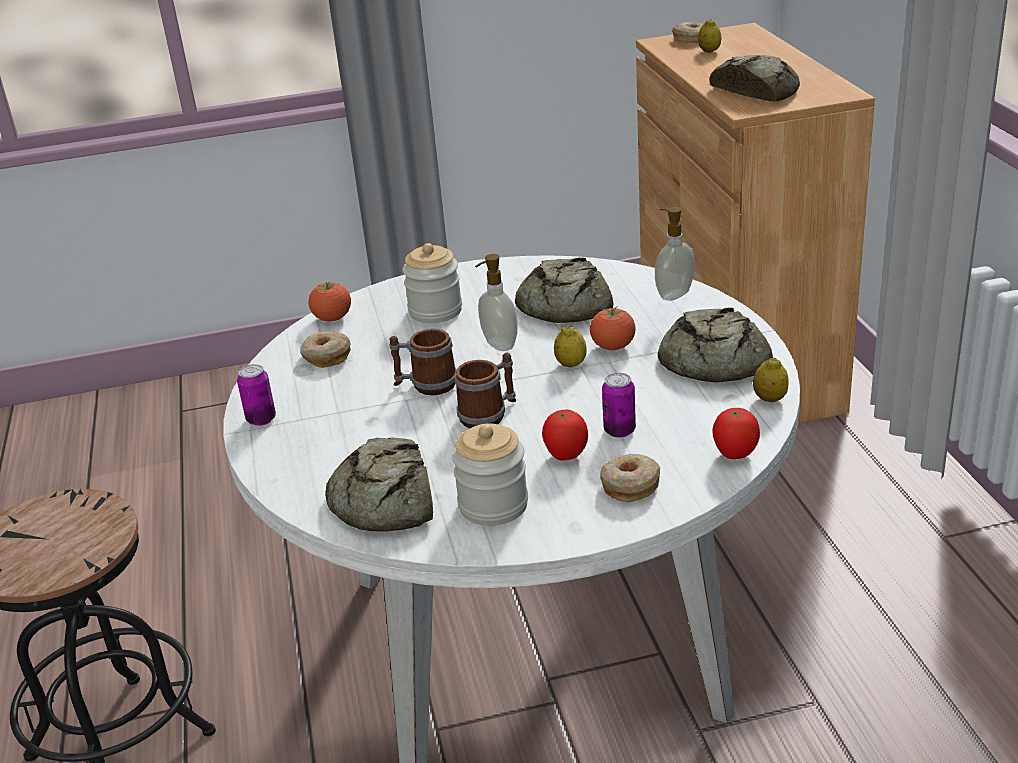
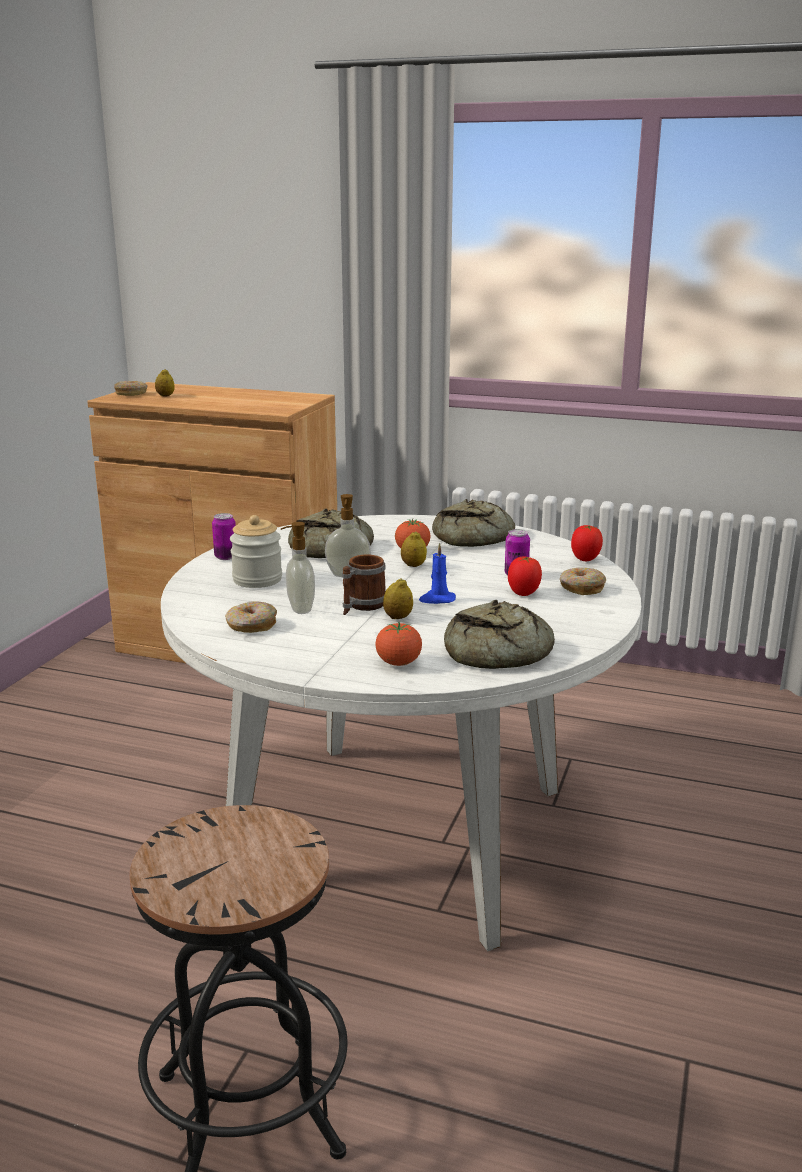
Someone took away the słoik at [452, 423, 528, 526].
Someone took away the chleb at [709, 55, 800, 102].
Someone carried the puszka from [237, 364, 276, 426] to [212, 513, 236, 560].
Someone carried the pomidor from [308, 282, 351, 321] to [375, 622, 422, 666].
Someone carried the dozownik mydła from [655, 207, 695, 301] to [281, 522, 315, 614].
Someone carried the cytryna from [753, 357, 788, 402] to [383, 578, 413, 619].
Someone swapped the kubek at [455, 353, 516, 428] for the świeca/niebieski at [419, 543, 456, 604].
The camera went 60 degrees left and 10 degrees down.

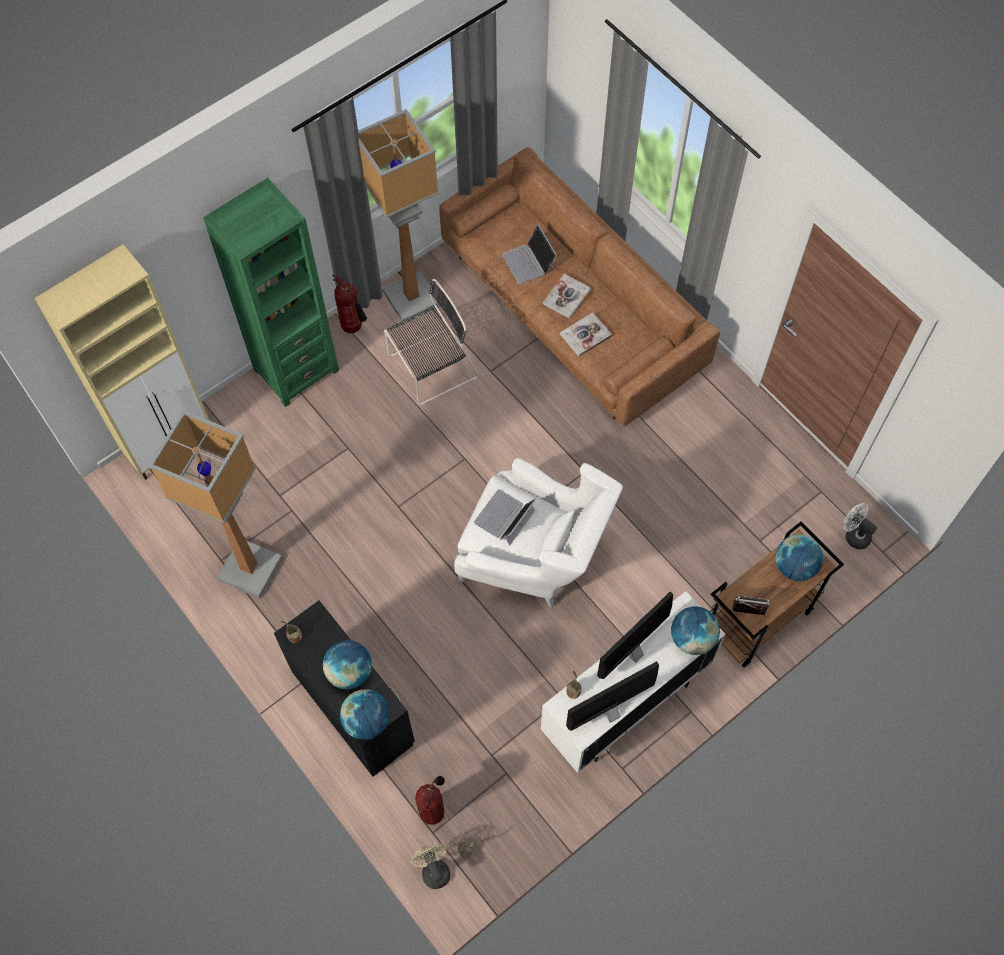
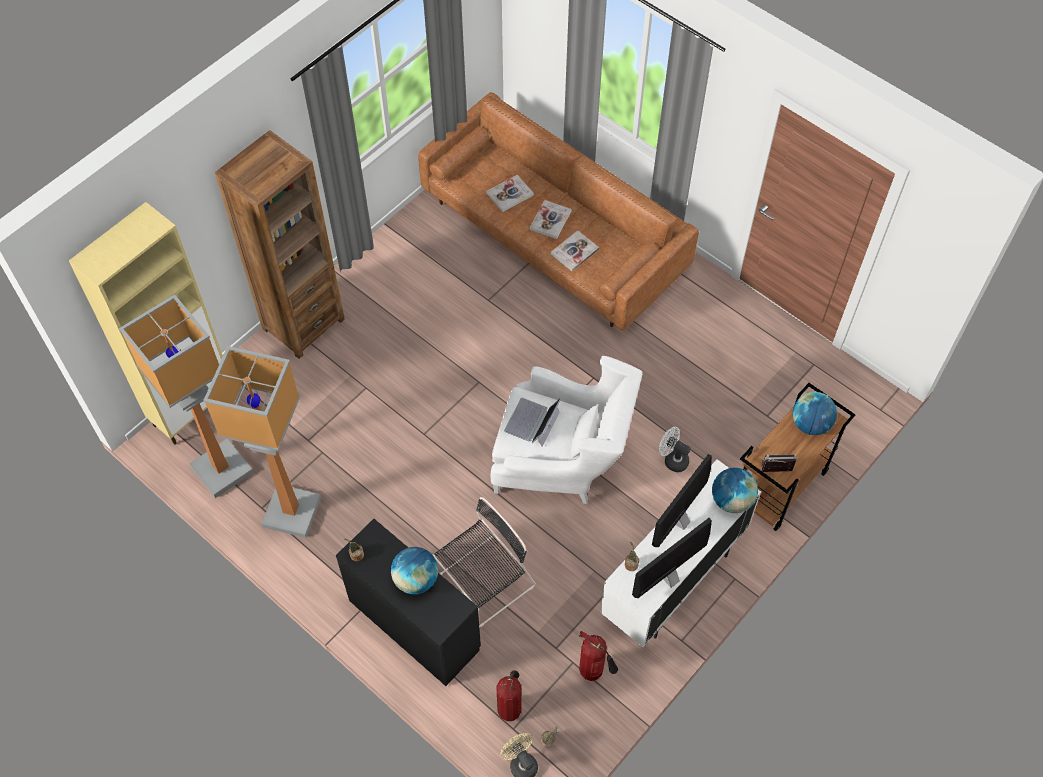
Someone took away the globus at [340, 689, 390, 740].
Someone carried the gaśnica from [332, 274, 367, 333] to [579, 631, 618, 681].
Someone carried the lampa stojąca from [358, 109, 440, 321] to [119, 295, 253, 498].
Someone carried the krzesło/czarny from [384, 279, 479, 405] to [432, 497, 536, 627].
Someone carried the wentylator/biały from [843, 503, 877, 550] to [659, 427, 691, 472].
Someone swapped the laptop at [502, 224, 557, 284] for the książka at [486, 175, 534, 212].
Someone repainted the regał/zielony at [203, 178, 339, 407], which became the regał/brązowy at [215, 130, 345, 359].
The camera went 10 degrees left and 5 degrees down.

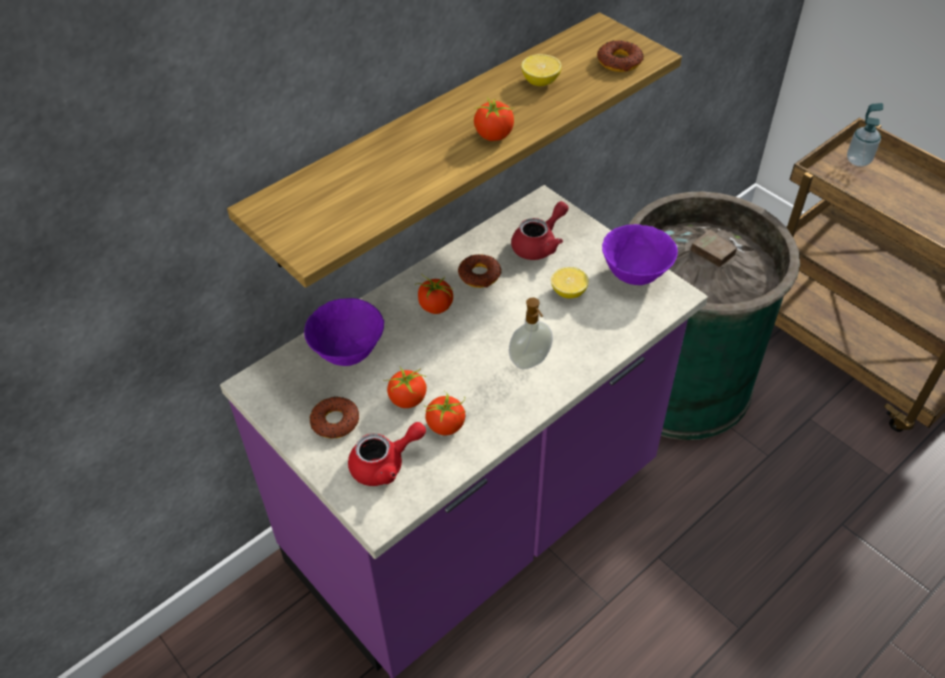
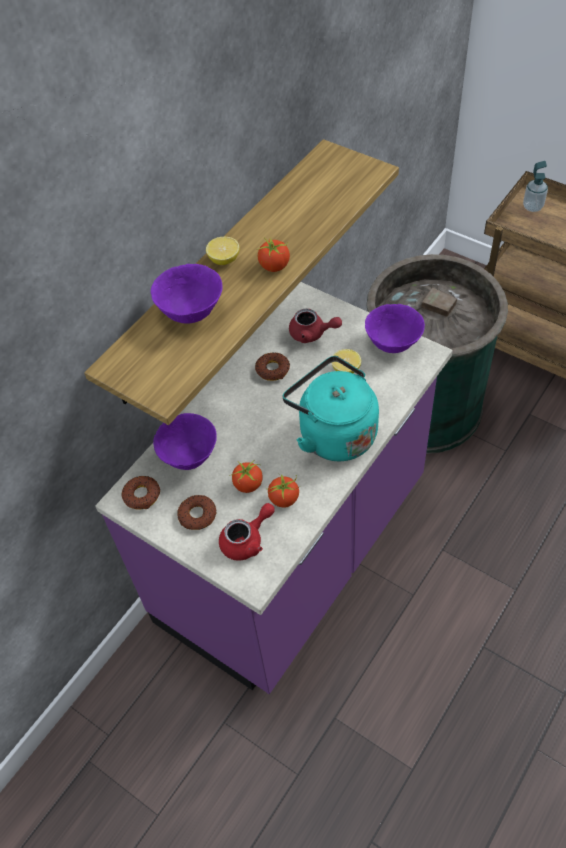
Someone took away the pomidor at [415, 274, 453, 314].
Someone put down the miska/fioletowy at [151, 264, 223, 323].
Someone carried the cytryna from [521, 54, 562, 86] to [206, 237, 240, 265].
Someone carried the donut from [597, 40, 644, 72] to [122, 476, 160, 509].
Someone swapped the dozownik mydła at [509, 297, 553, 369] for the czajnik/turkusowy at [283, 356, 379, 461].
Someone rotated the imbryk/czerwony at [511, 201, 569, 260] by 75 degrees clockwise.
The camera went 10 degrees left and 5 degrees up.

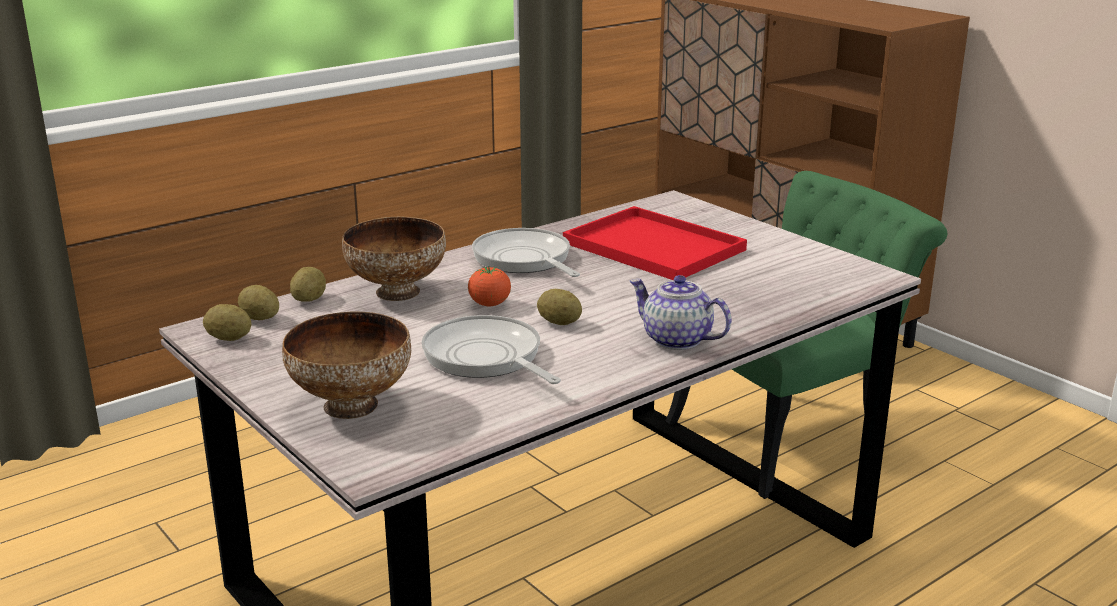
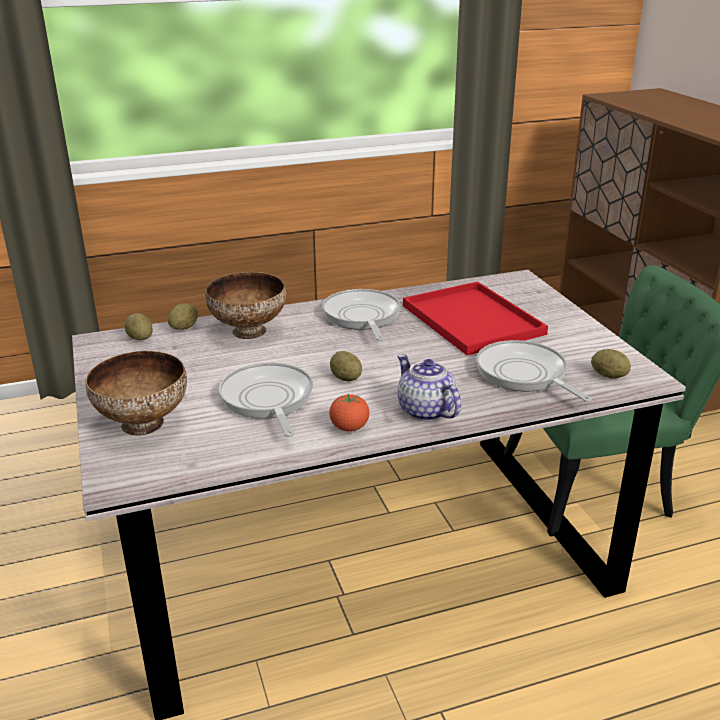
Someone put down the patelnia at [476, 340, 592, 402].
Someone carried the ziemniak from [203, 304, 251, 341] to [591, 349, 631, 379].
Someone carried the pomidor from [468, 266, 511, 306] to [329, 393, 369, 432].
The camera went 20 degrees right and 5 degrees up.

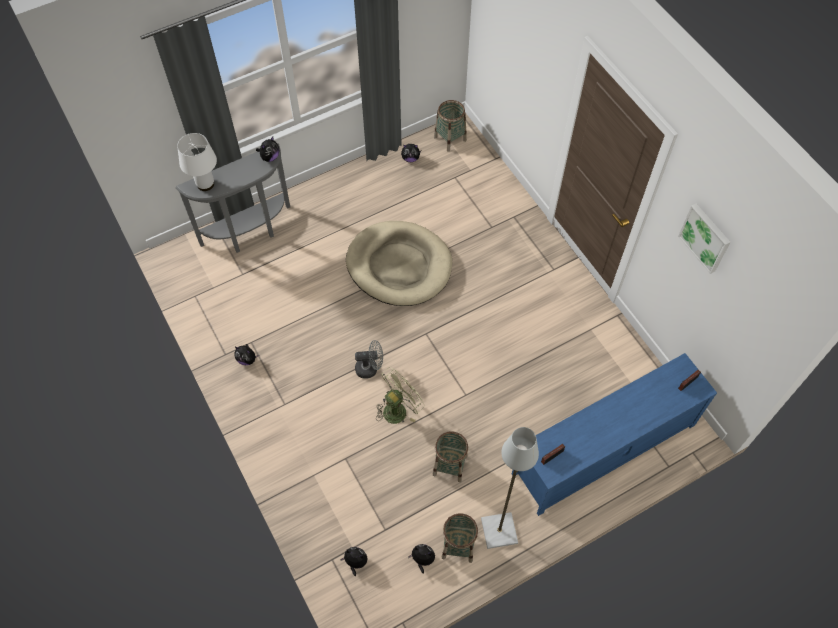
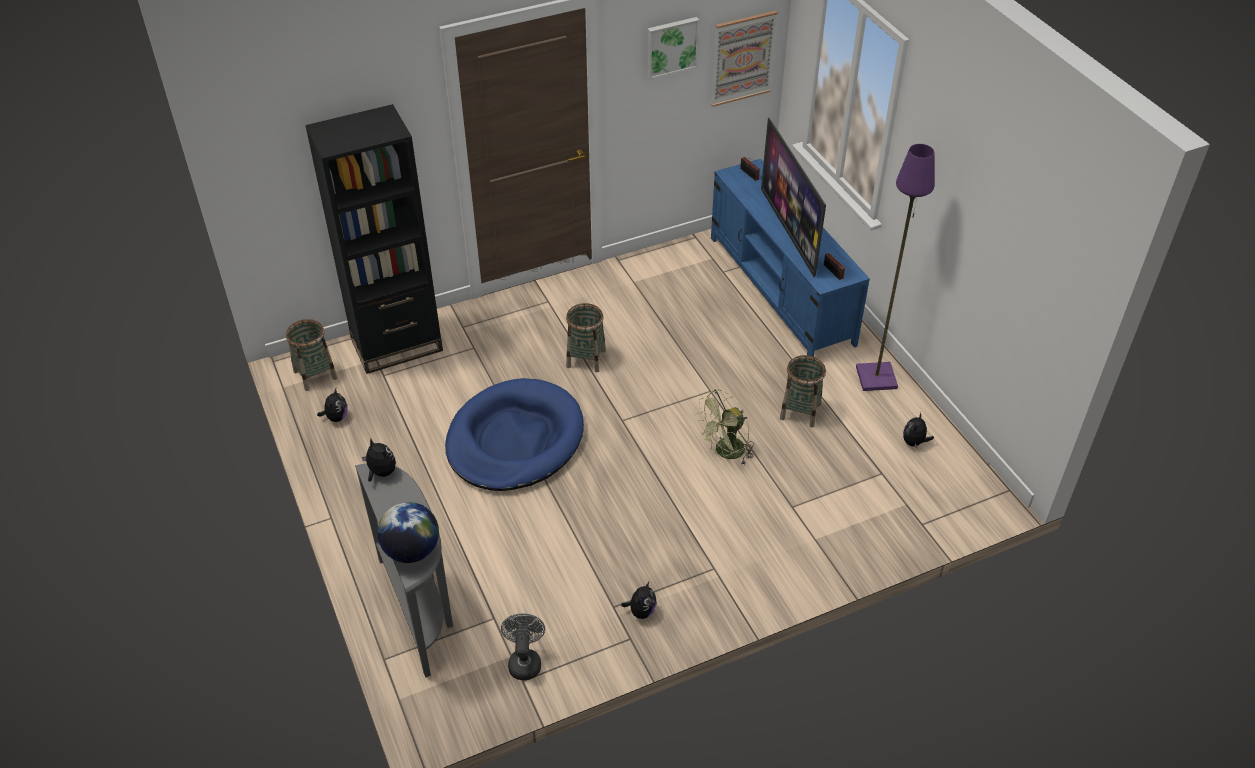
Someone took away the pluszak at [340, 547, 368, 576].
Someone put down the regał/czarny at [305, 104, 443, 374].
Someone put up the obraz at [711, 10, 778, 107].
Someone put down the telewizor at [761, 118, 826, 277].
Someone carried the wentylator/szary from [355, 340, 383, 379] to [501, 613, 545, 680].
Someone carried the koszyk from [442, 513, 478, 563] to [566, 303, 606, 372].
Someone swapped the lampa stołowa/biały at [177, 133, 217, 191] for the globus at [377, 502, 439, 563].
Someone repainted the legowisko/beżowy at [346, 221, 452, 306], which became the legowisko/niebieski at [445, 378, 584, 491].
Someone repainted the lampa stojąca/szary at [481, 427, 539, 549], which became the lampa stojąca/fioletowy at [856, 144, 935, 391].
Someone rotated the wentylator/zielony at [376, 368, 425, 424] by 90 degrees counterclockwise.
The camera went 85 degrees left and 15 degrees down.

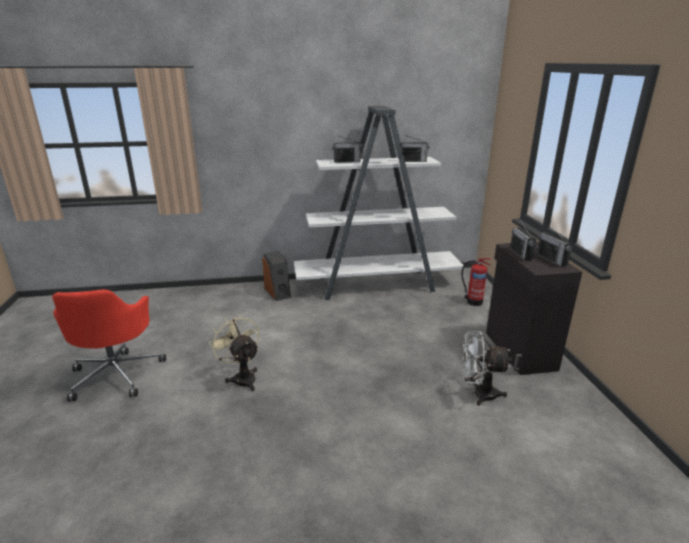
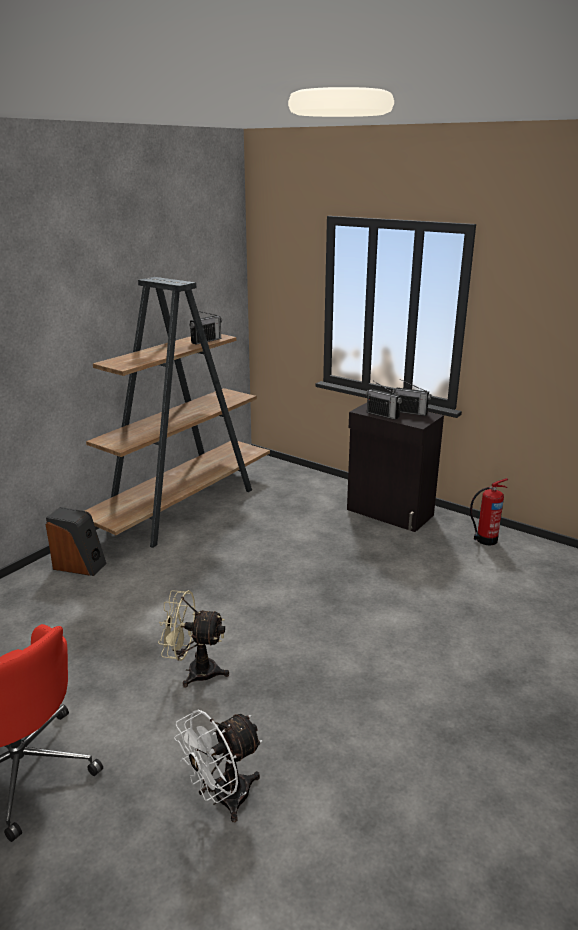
Someone took away the radio at [332, 135, 362, 163].
Someone carried the gaśnica from [461, 258, 491, 306] to [470, 478, 508, 545].
Someone carried the wentylator/biały from [462, 331, 512, 406] to [174, 709, 263, 822].
Someone repainted the regał/biały at [294, 106, 463, 300], which became the regał/brązowy at [85, 277, 270, 548].
The camera went 45 degrees left and 0 degrees up.

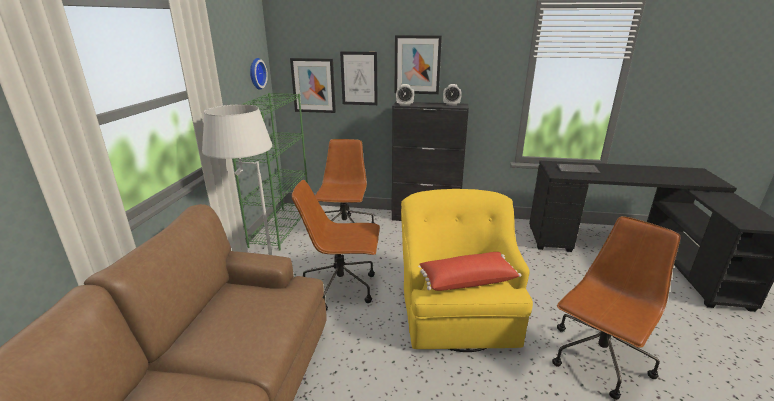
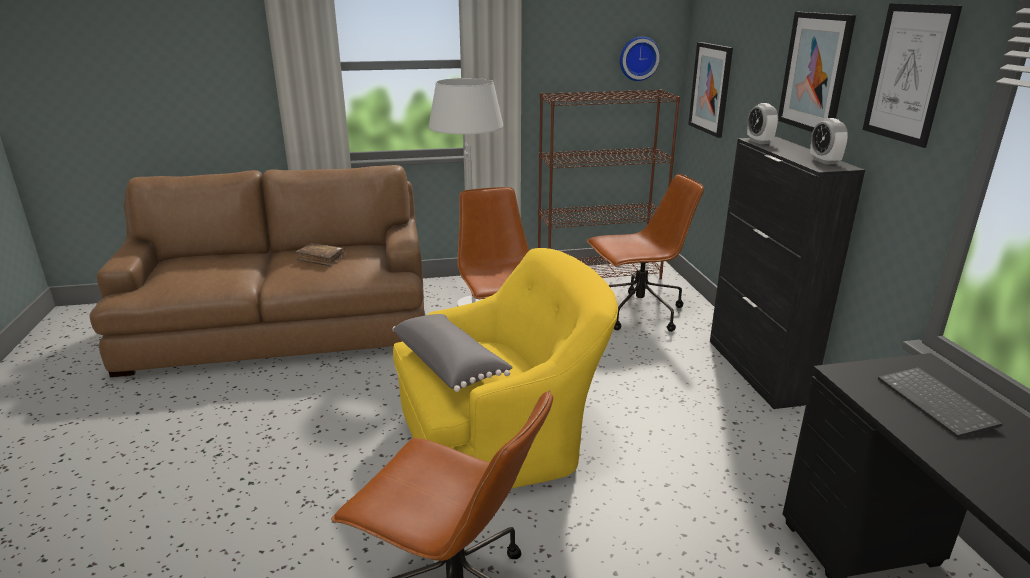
Someone put down the książka/brązowy at [296, 243, 345, 267].
Someone carried the obraz from [340, 51, 378, 105] to [863, 3, 962, 148].
Someone repainted the regał/zielony at [232, 93, 308, 251], which became the regał/brązowy at [538, 89, 680, 279].
Someone repainted the poduszka/czerwony at [418, 252, 521, 291], which became the poduszka/szary at [392, 314, 513, 392].
The camera went 70 degrees right and 0 degrees up.

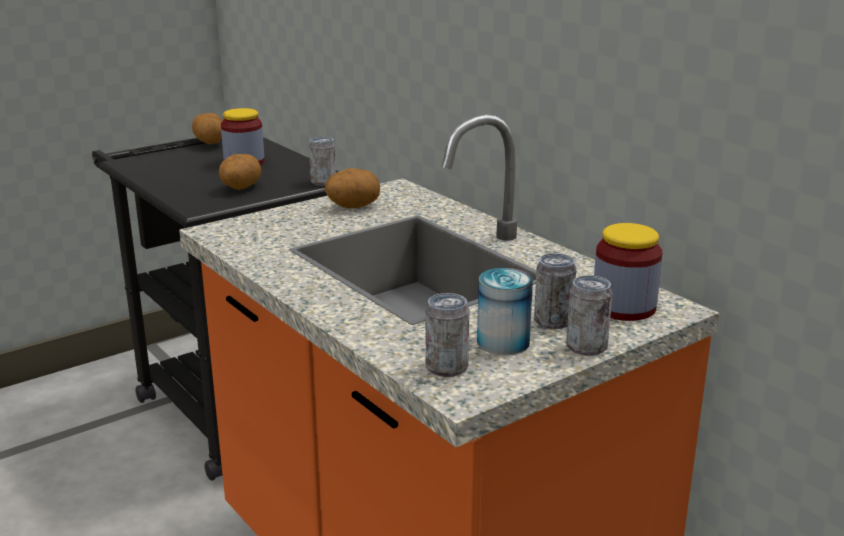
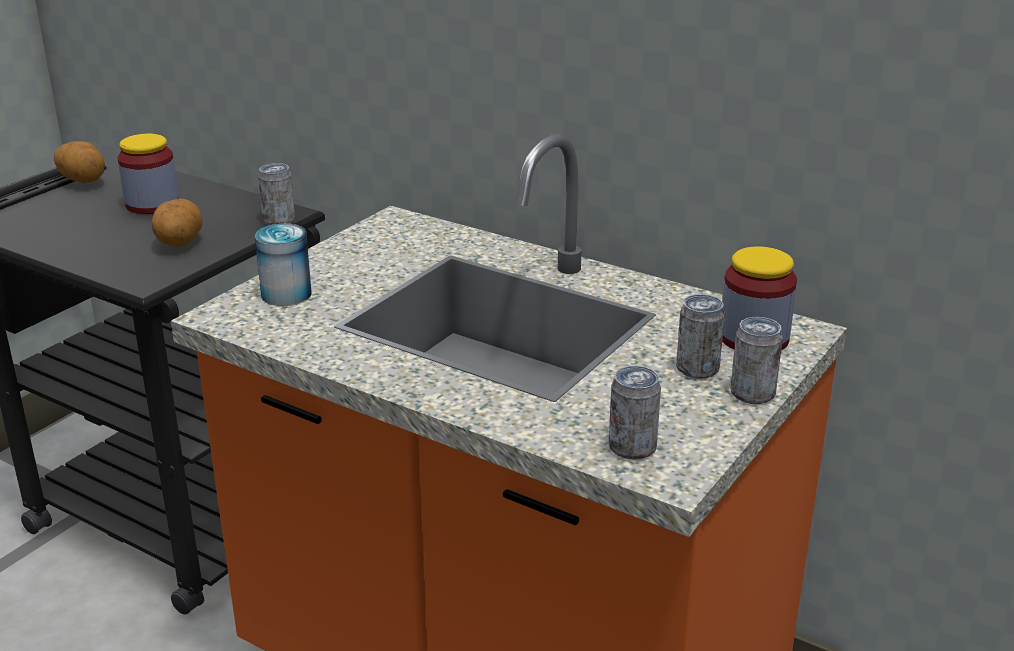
Someone took away the ziemniak at [325, 168, 380, 208].
Someone carried the puszka from [477, 268, 533, 355] to [255, 224, 312, 306].
The camera went 20 degrees left and 5 degrees up.

